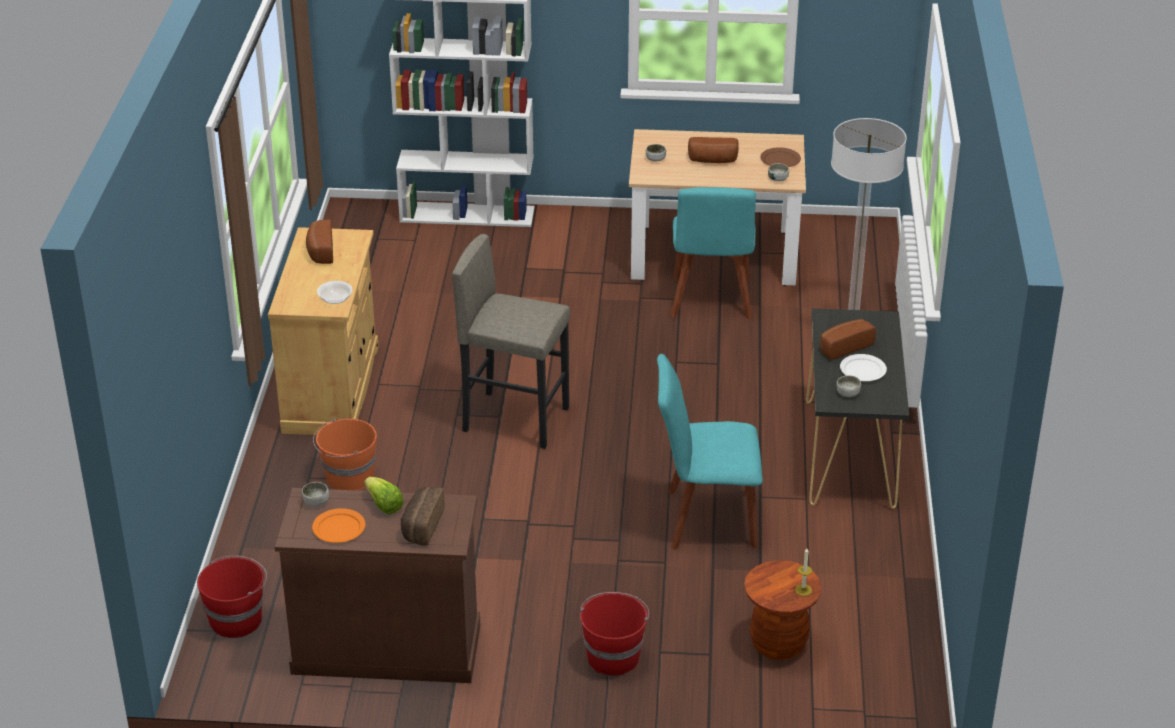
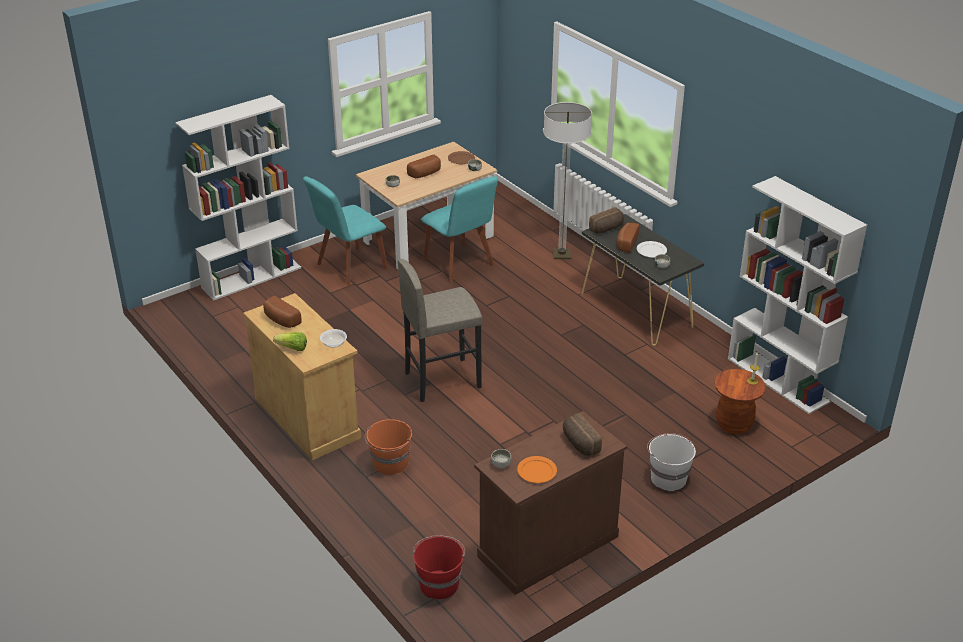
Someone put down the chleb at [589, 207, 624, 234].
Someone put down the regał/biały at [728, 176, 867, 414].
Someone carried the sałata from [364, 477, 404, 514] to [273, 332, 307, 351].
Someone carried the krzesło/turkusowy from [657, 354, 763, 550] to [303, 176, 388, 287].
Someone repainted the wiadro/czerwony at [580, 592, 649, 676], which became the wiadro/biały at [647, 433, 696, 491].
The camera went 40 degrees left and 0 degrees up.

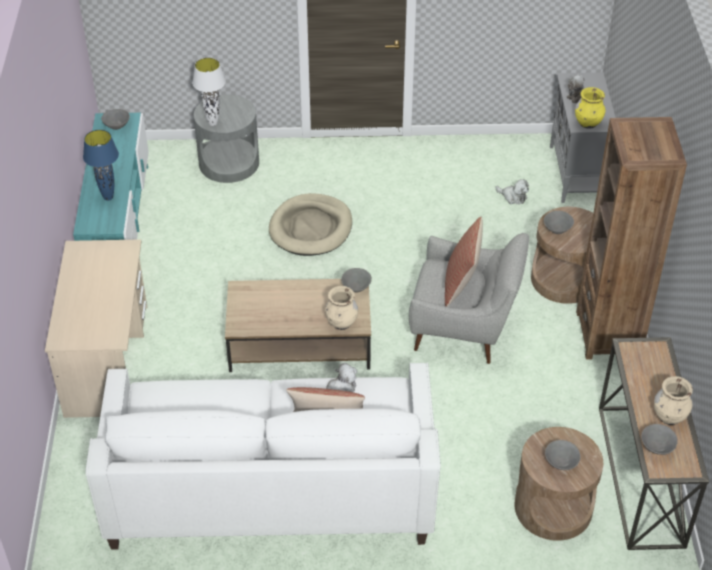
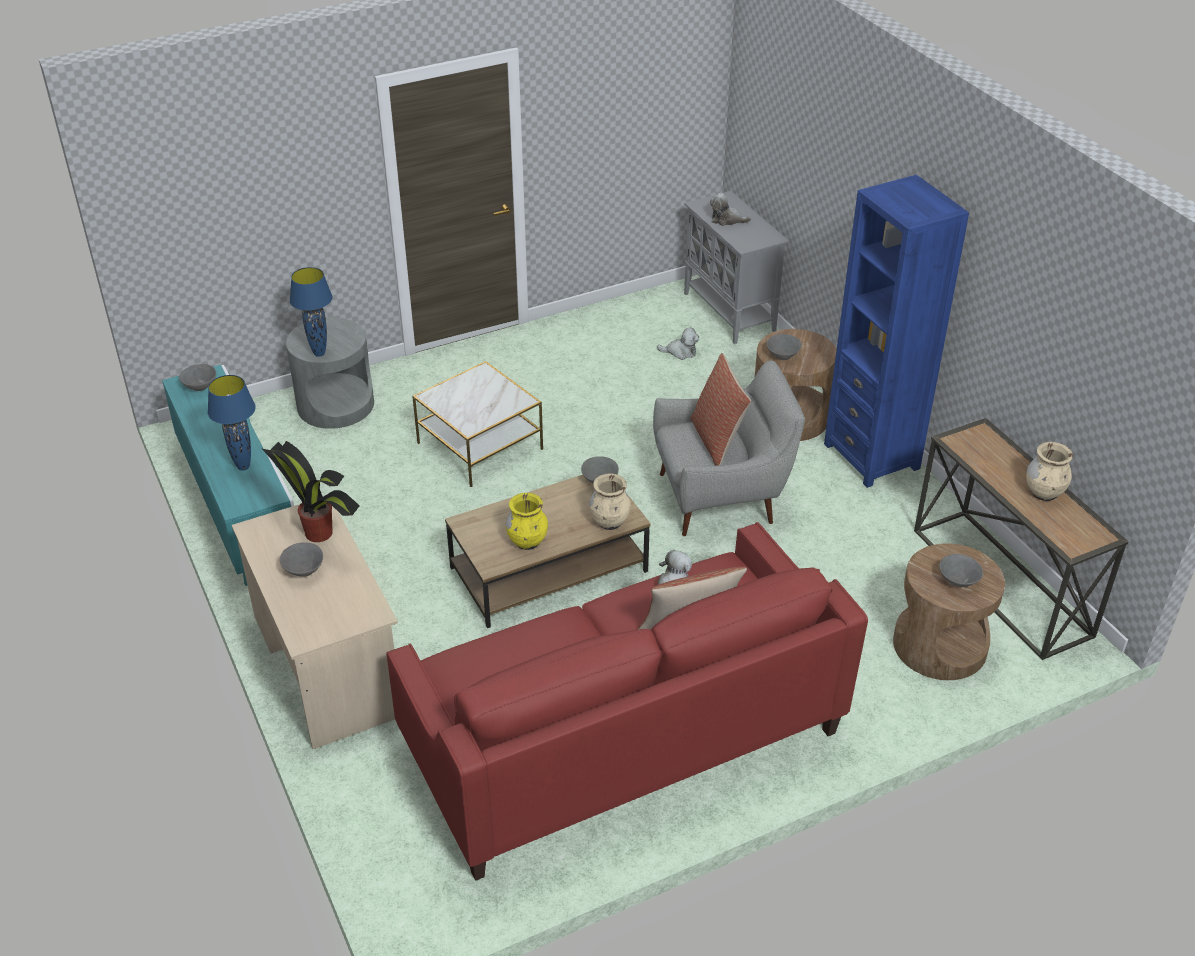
Someone put down the roślina doniczkowa at [262, 441, 359, 542].
Someone carried the wazon/żółty from [575, 87, 605, 129] to [506, 493, 548, 550].
Someone carried the miska/szary from [641, 424, 678, 455] to [280, 542, 323, 577].
Someone swapped the legowisko/beżowy at [269, 193, 352, 256] for the stolik at [412, 361, 543, 487].
Someone repainted the kanapa/biały at [86, 362, 441, 550], which became the kanapa/czerwony at [387, 522, 868, 881].
Someone repainted the lampa stołowa/biały at [192, 57, 226, 126], which became the lampa stołowa/niebieski at [290, 267, 332, 357].
Someone repainted the regał/brązowy at [576, 117, 687, 360], which became the regał/niebieski at [824, 175, 969, 488].
The camera went 25 degrees left and 5 degrees down.

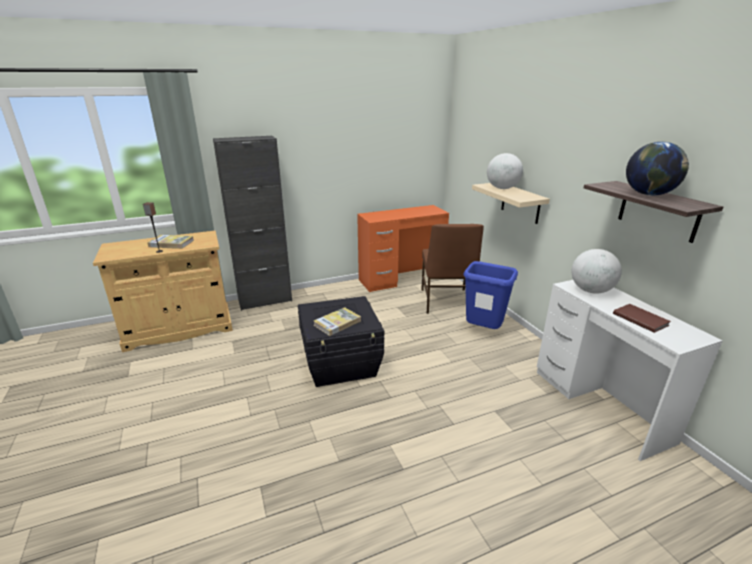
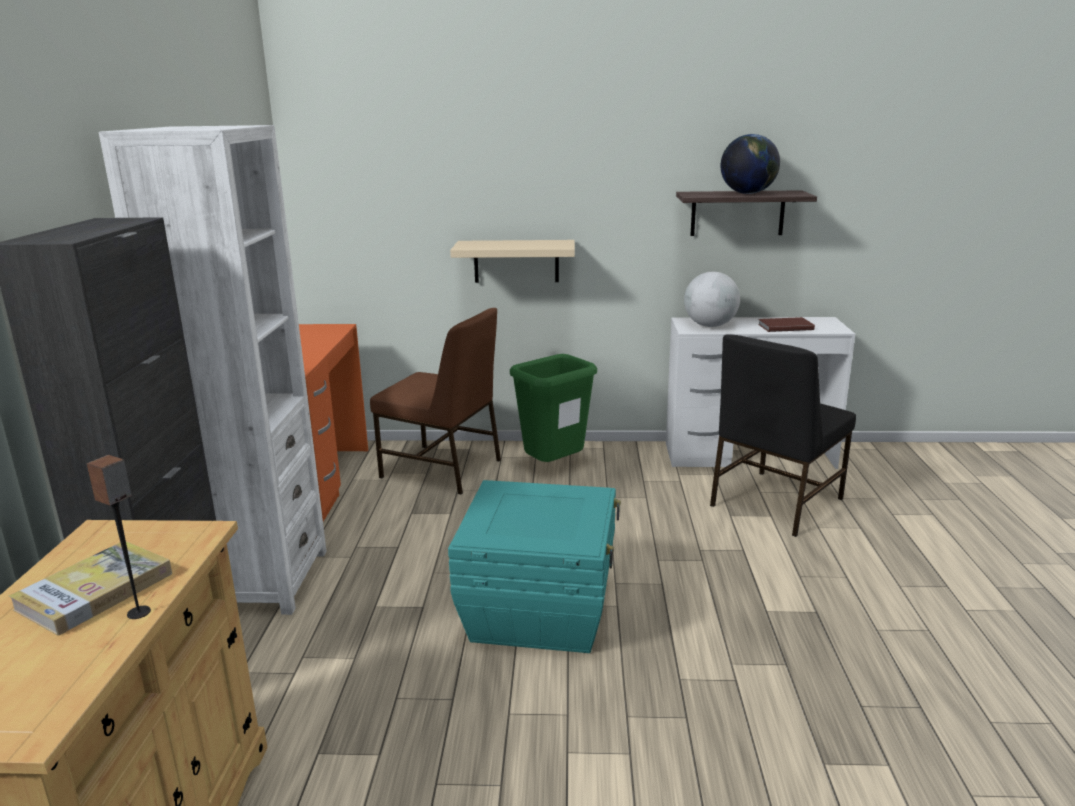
Someone took away the książka at [314, 307, 361, 336].
Someone took away the globus at [487, 153, 523, 189].
Someone put down the regał/biały at [99, 125, 326, 615].
Someone put down the krzesło/czarny at [710, 334, 856, 537].
Someone repainted the pojemnik do przechowywania/czarny at [298, 296, 384, 387], which became the pojemnik do przechowywania/turkusowy at [448, 480, 621, 653].
Someone repainted the kosz na śmieci/niebieski at [463, 261, 518, 329], which became the kosz na śmieci/zielony at [510, 354, 597, 462].
The camera went 65 degrees left and 5 degrees down.

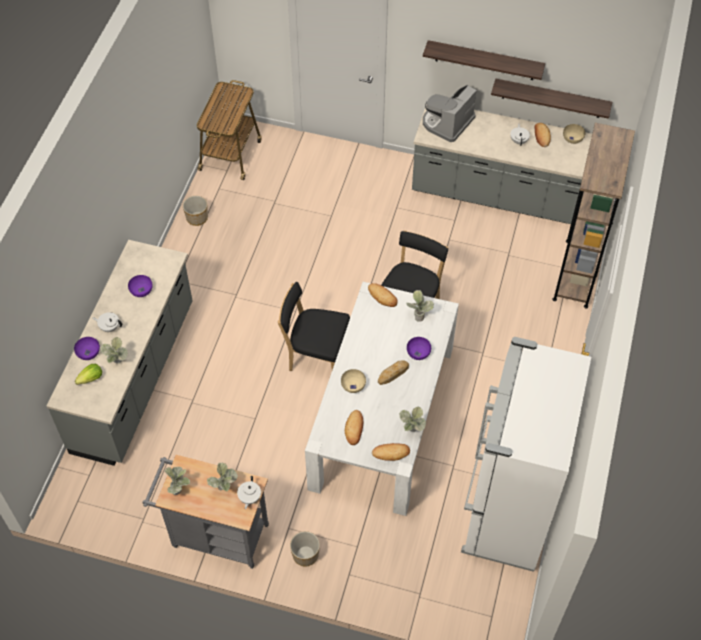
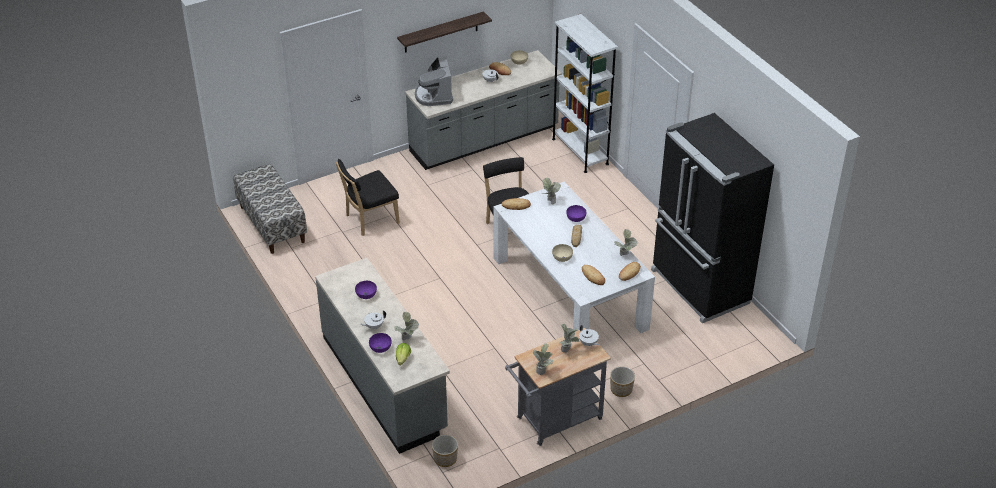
Someone took away the półka at [491, 79, 612, 119].
Someone carried the donica from [183, 196, 208, 226] to [432, 435, 458, 467].
Someone carried the krzesło/czarny from [278, 282, 350, 371] to [336, 159, 400, 236].
Someone swapped the wózek at [197, 80, 262, 180] for the ławka at [233, 164, 307, 254].
Someone repainted the lodówka/biały at [461, 337, 591, 572], which became the lodówka/czarny at [651, 113, 774, 323].
Someone repainted the regał/brązowy at [553, 123, 635, 308], which became the regał/biały at [552, 14, 618, 173].
The camera went 45 degrees left and 15 degrees down.

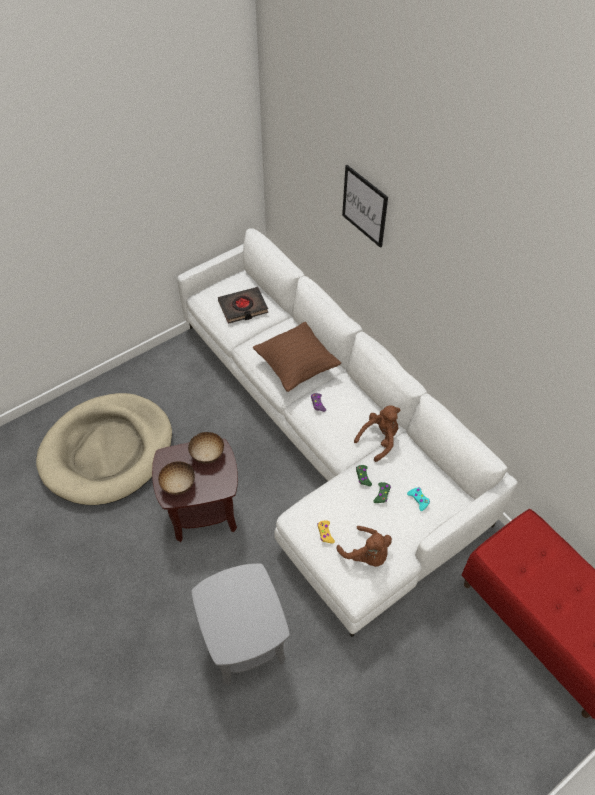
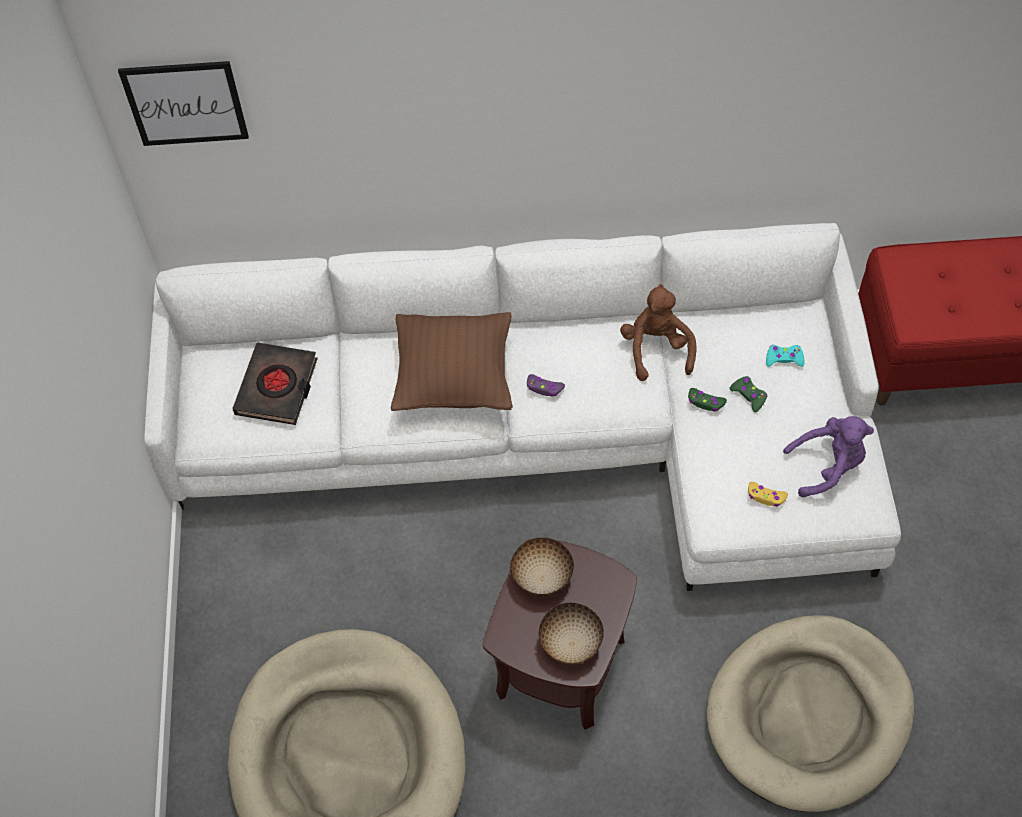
Someone carried the obraz from [342, 165, 388, 248] to [118, 61, 249, 146].
Someone swapped the stolik/szary at [191, 563, 290, 686] for the legowisko/beżowy at [707, 615, 914, 812].
Someone repainted the pluszak/brązowy at [336, 526, 392, 567], which became the pluszak/fioletowy at [783, 416, 874, 497].
The camera went 55 degrees left and 5 degrees up.

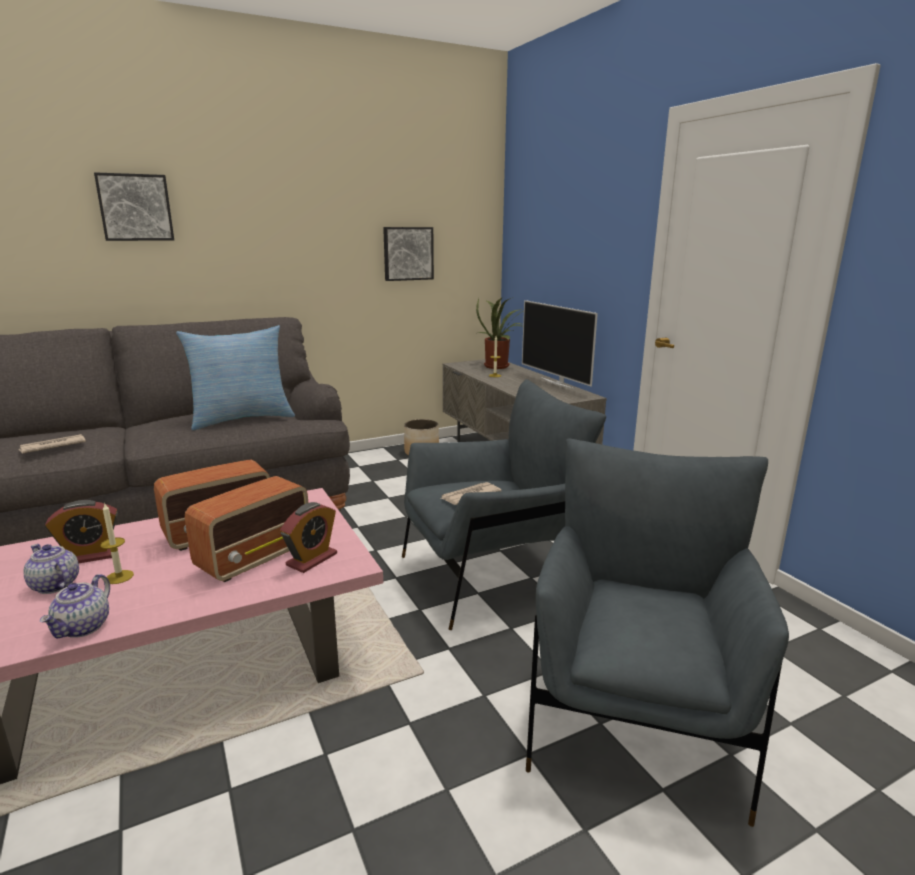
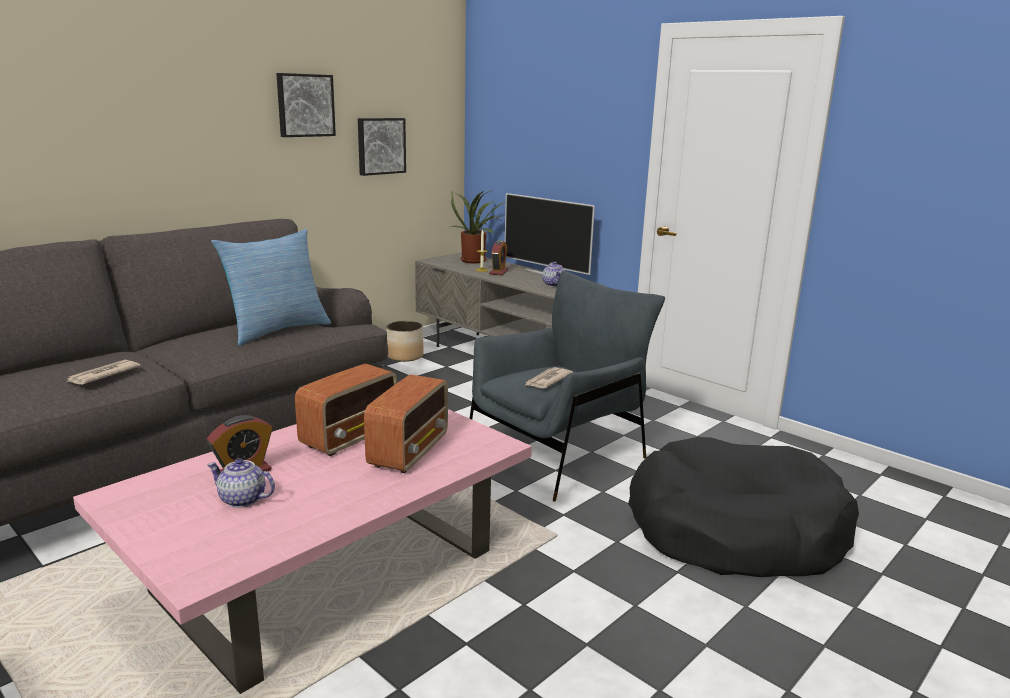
Someone took away the świeca at [100, 502, 134, 584].
Someone carried the imbryk from [40, 574, 110, 639] to [542, 262, 565, 287].
Someone carried the obraz from [94, 172, 174, 241] to [276, 73, 336, 137].
Someone carried the budzik from [280, 502, 337, 573] to [489, 240, 509, 275].
Someone swapped the fotel/szary at [526, 438, 789, 827] for the legowisko/czarny at [628, 437, 859, 577].
The camera went 20 degrees left and 0 degrees up.

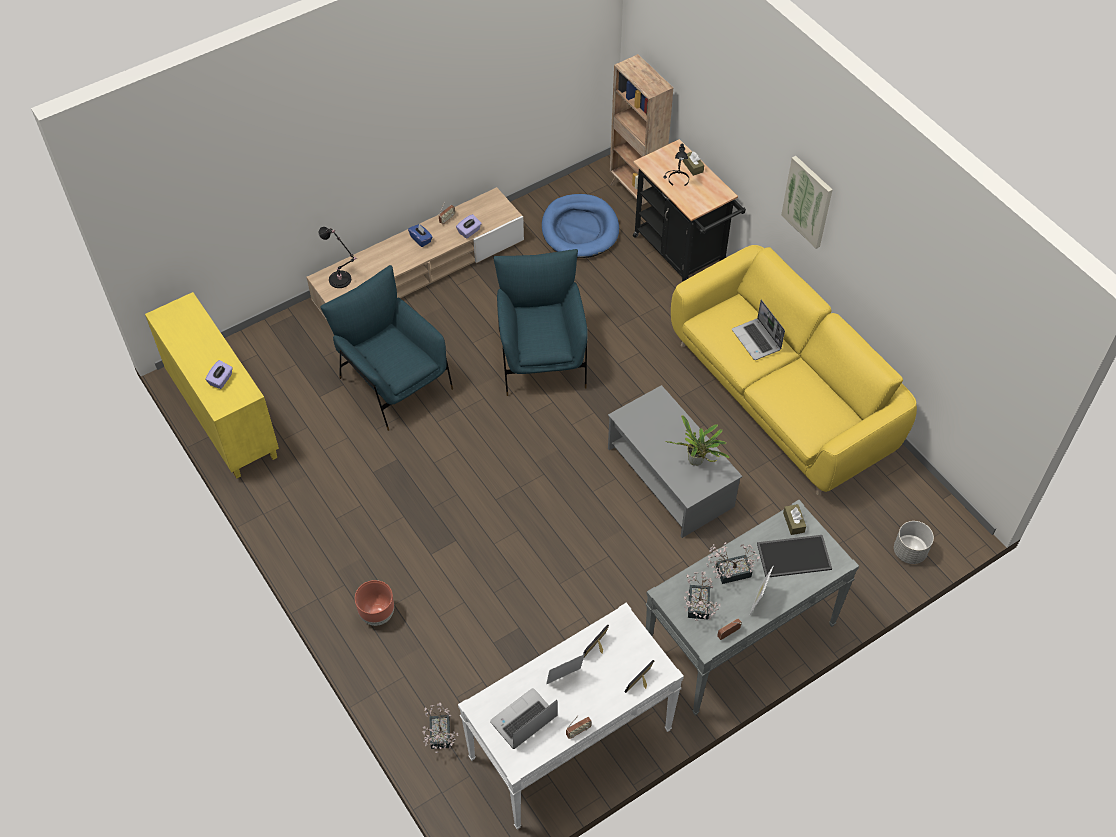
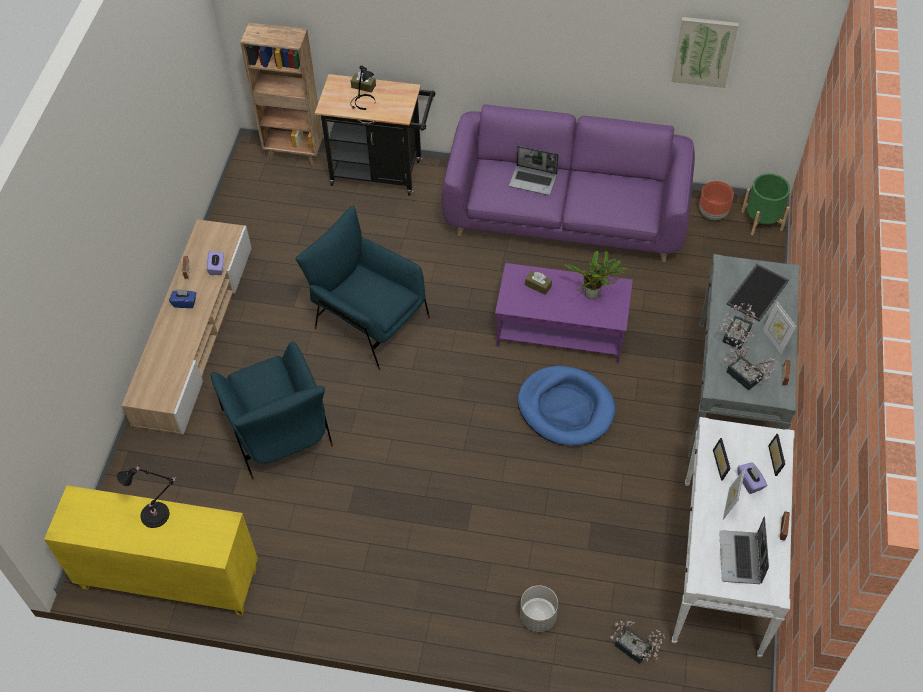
Someone put down the donica/zielony at [741, 173, 790, 235].
Someone carried the pudełko chusteczek/fioletowy from [205, 360, 233, 389] to [737, 462, 767, 494].
Someone carried the lampa stołowa/czarny from [319, 227, 356, 288] to [117, 465, 176, 528].
Someone carried the donica/brązowy from [355, 580, 394, 626] to [699, 181, 734, 220].
Someone carried the legowisko/niebieski from [542, 194, 619, 258] to [518, 366, 616, 446].
Someone carried the obraz from [781, 156, 833, 249] to [672, 17, 739, 88].
Someone carried the pudełko chusteczek/brązowy from [783, 504, 806, 535] to [525, 271, 552, 295].
Someone carried the donica/szary from [894, 521, 934, 564] to [520, 585, 558, 632].
Someone repainted the ława/szary at [608, 385, 742, 538], which became the ława/fioletowy at [495, 263, 633, 363].
Someone repainted the kanapa/żółty at [671, 245, 917, 495], which became the kanapa/fioletowy at [441, 104, 695, 262].
Someone rotated the fotel/niebieski at [320, 265, 453, 431] by 120 degrees counterclockwise.
The camera went 45 degrees left and 0 degrees up.

